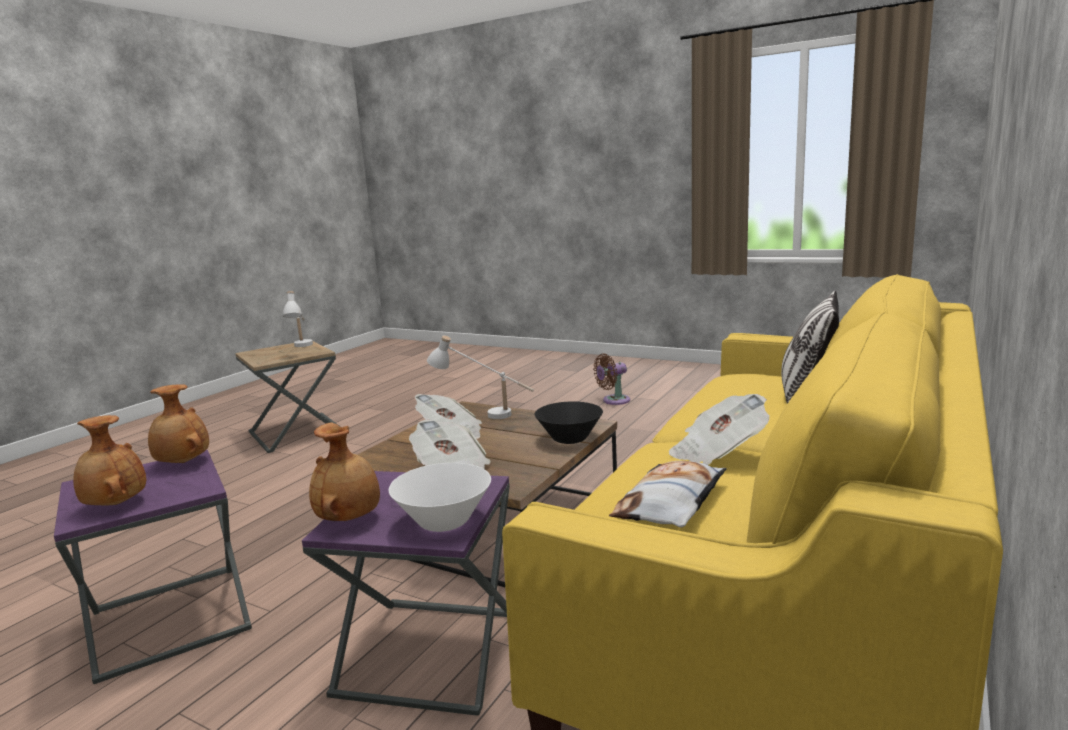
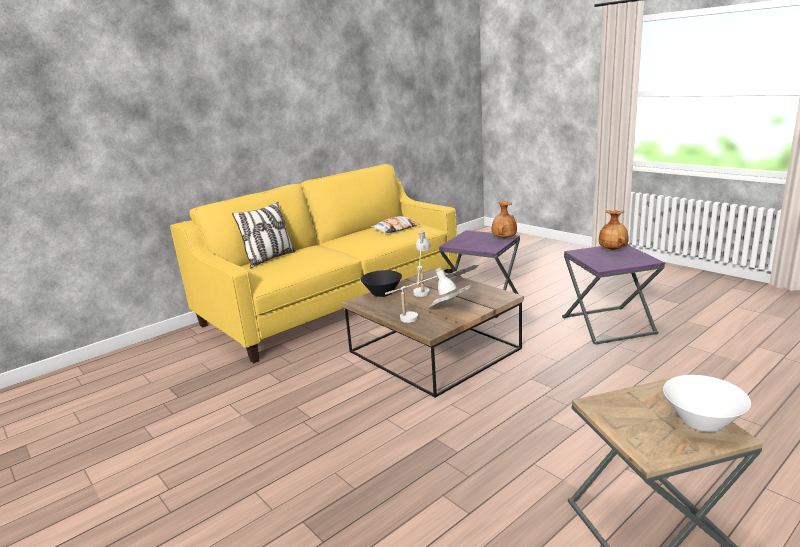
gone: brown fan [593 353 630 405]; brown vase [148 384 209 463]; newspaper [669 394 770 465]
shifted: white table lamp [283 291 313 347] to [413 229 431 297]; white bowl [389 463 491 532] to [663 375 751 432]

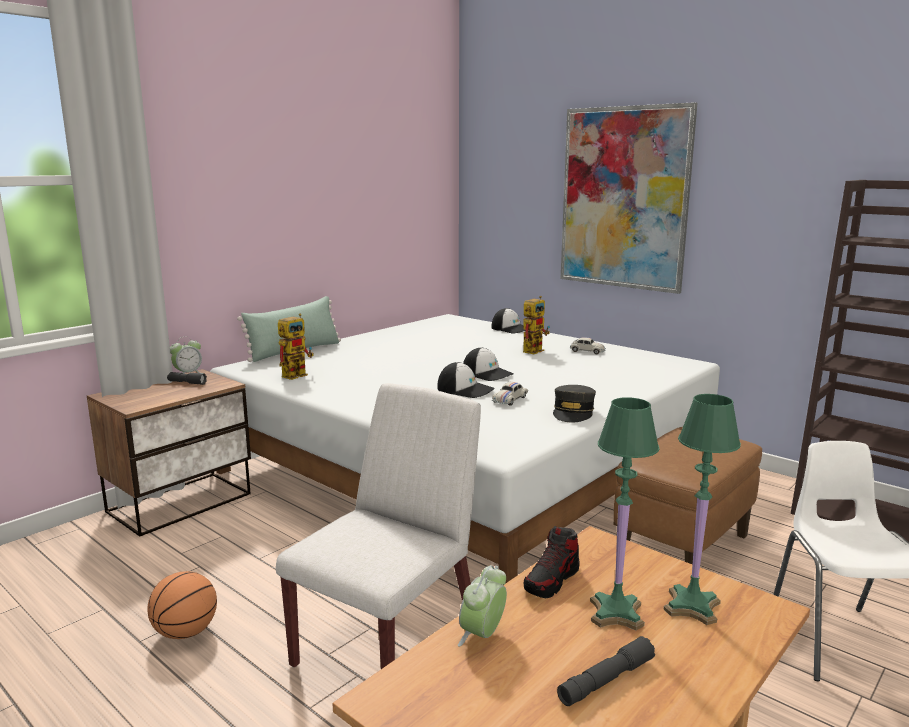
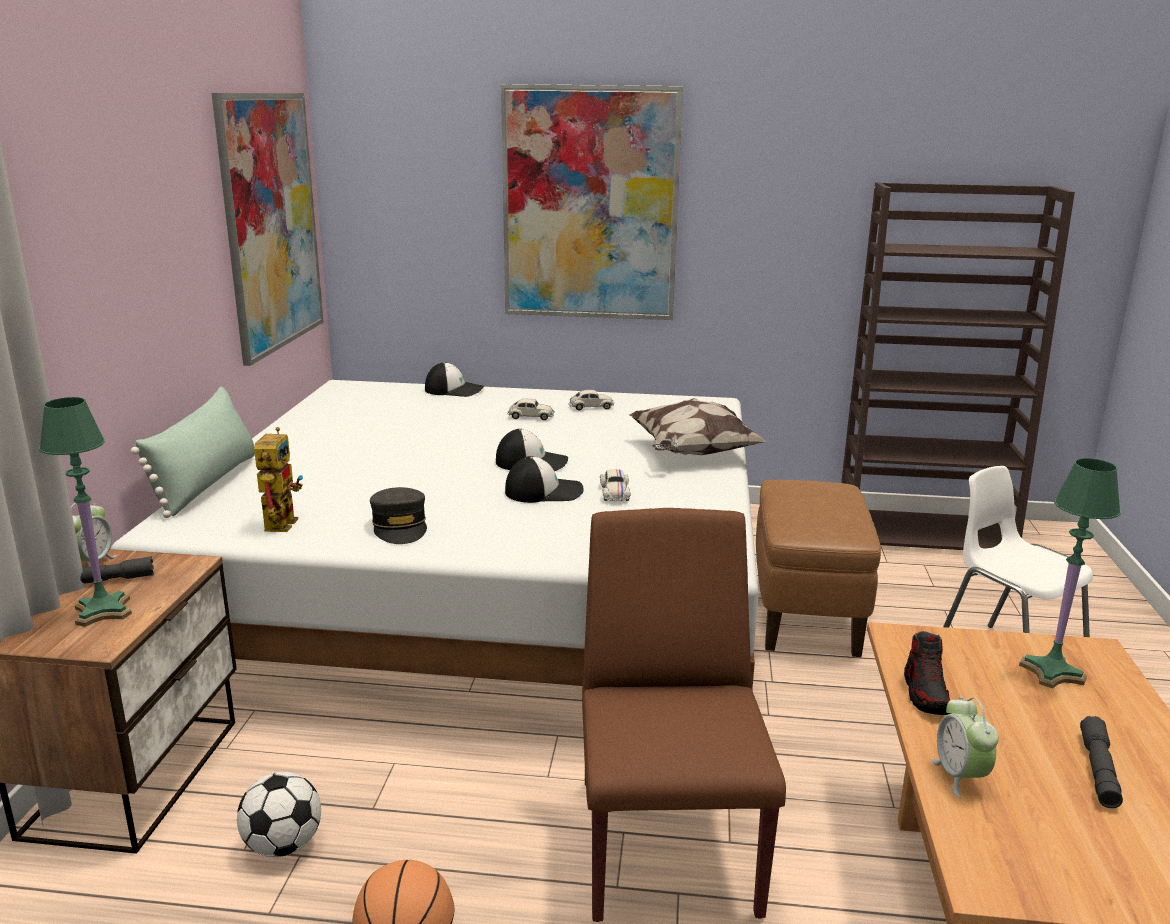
new: picture [212 93 323 366]; pillow [629 398 768 455]; football [237 772 321 857]
shifted: grey cap [553 385 596 422] to [370 487 427 544]; green table lamp [590 397 659 631] to [39 397 132 627]
swapped: toy robot [523 296 550 354] to white toy car [507 399 555 420]
repainted: white chair [276 383 481 669] to brown chair [582 508 786 922]

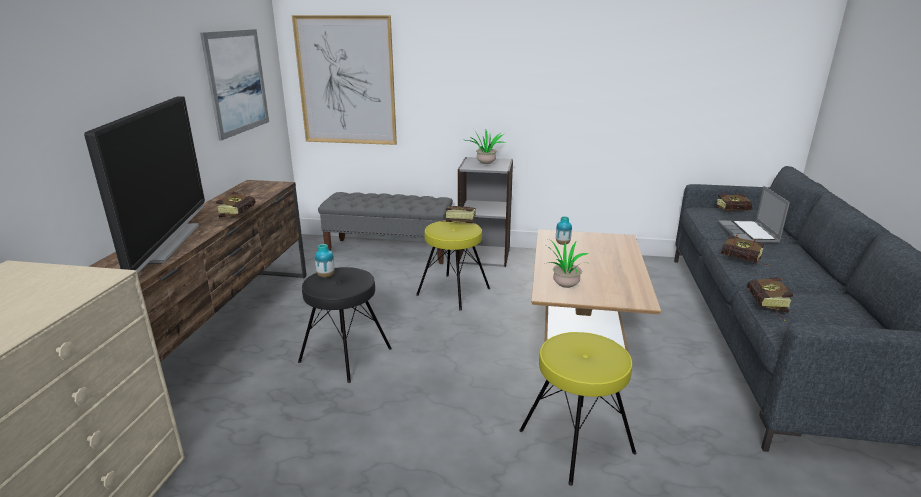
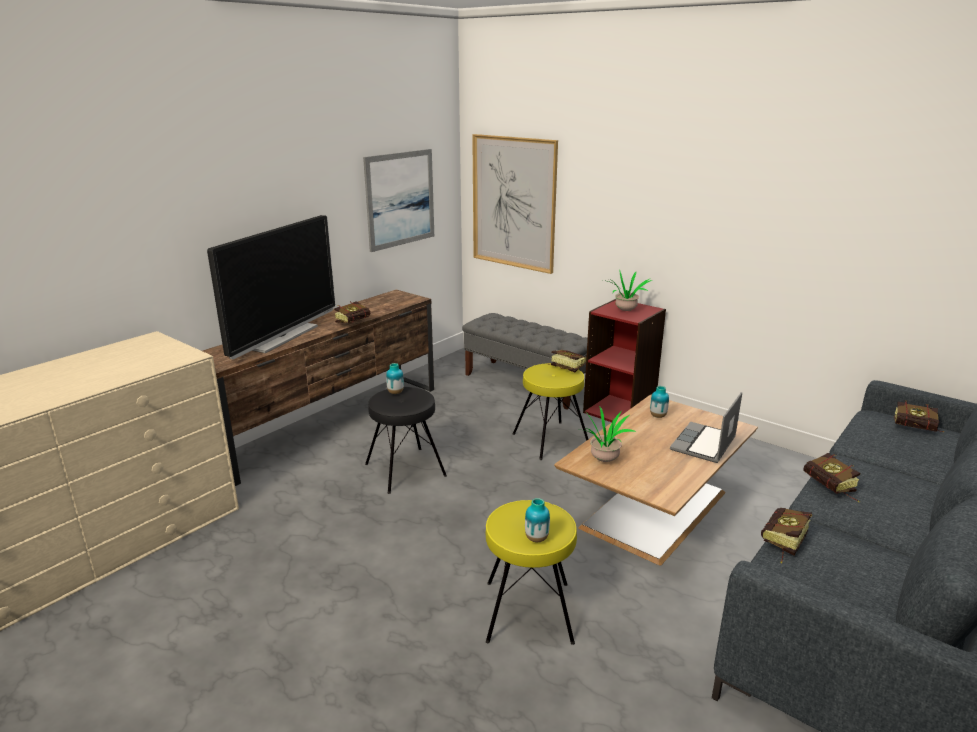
new: vase [525 498 550 542]
shifted: laptop [718 186 790 243] to [670 392 742 463]
repainted: grey bookcase [458 157 513 267] to red bookcase [583 299 666 422]

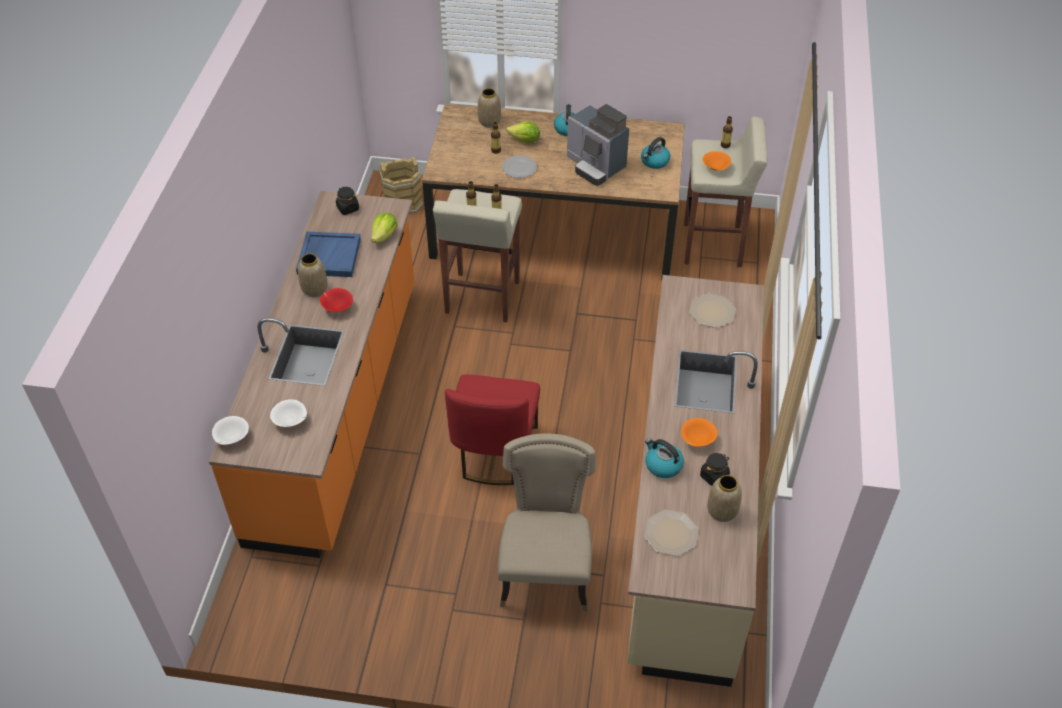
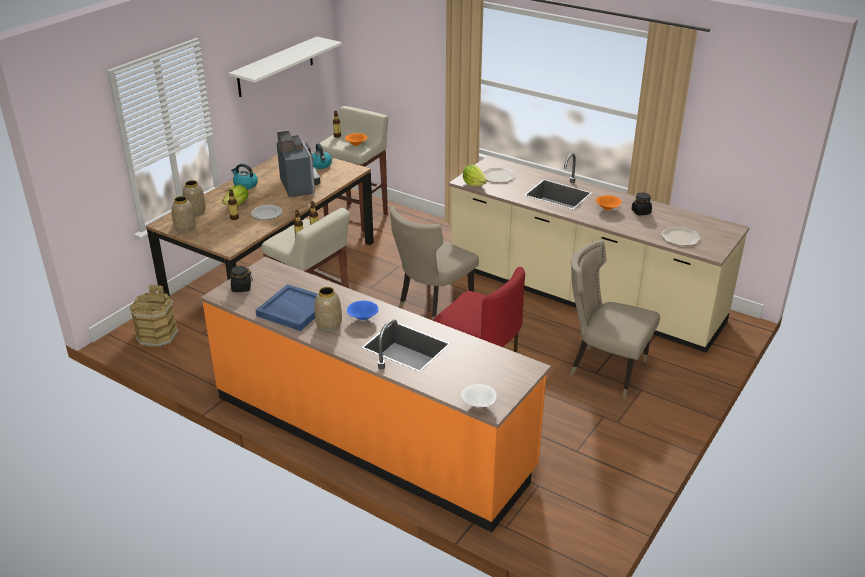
gone: white bowl [270 399 307 427]; kettle [645 438 684 478]
new: white shelf [229 36 342 97]; beige chair [390 206 479 320]
shifted: lettuce [371 213 397 243] to [463 165 487 187]; vase [707 475 742 522] to [171 196 196 233]
repainted: red bowl [320 288 353 312] to blue bowl [347 301 379 321]
rotated: coffee machine [567 104 629 186] = [277 131 320 197] 90 degrees counterclockwise

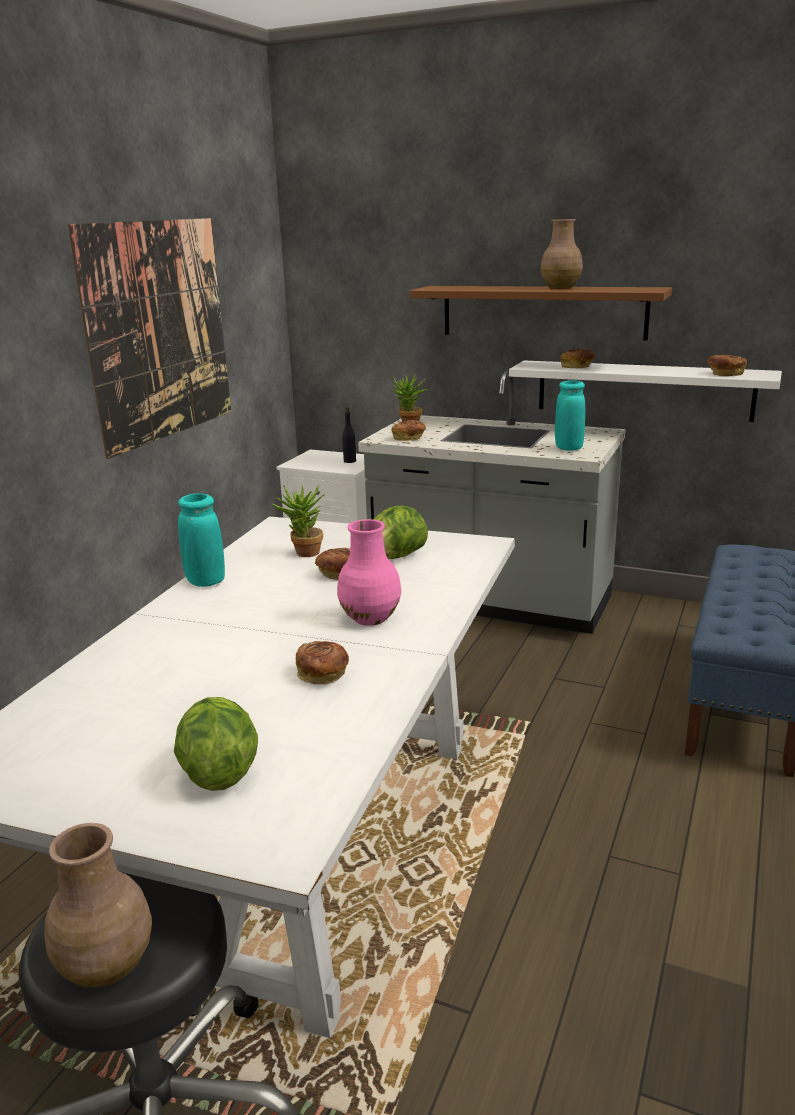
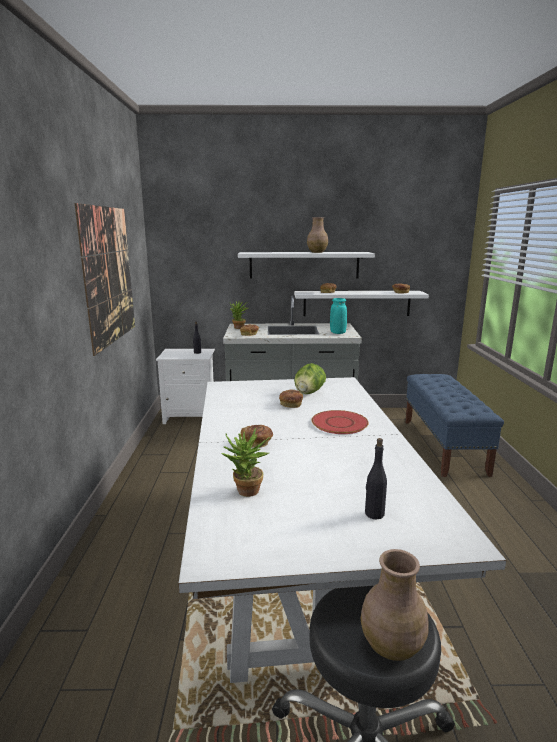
gone: turquoise vase [178 493 225 587]
shifted: potted plant [272 485 326 557] to [221 428 271 497]; bread [296 641 349 684] to [241 425 273 448]
swapped: pink vase [337 519 401 626] to red plate [312 410 369 434]; lettuce [174 697 258 791] to black bottle [365 438 387 519]
repainted: brown shelf [409 286 672 341] to white shelf [238 252 375 279]

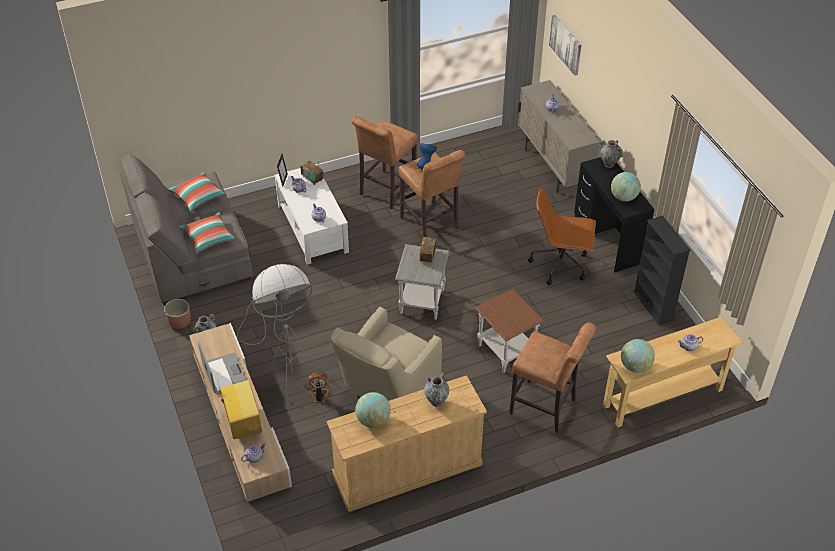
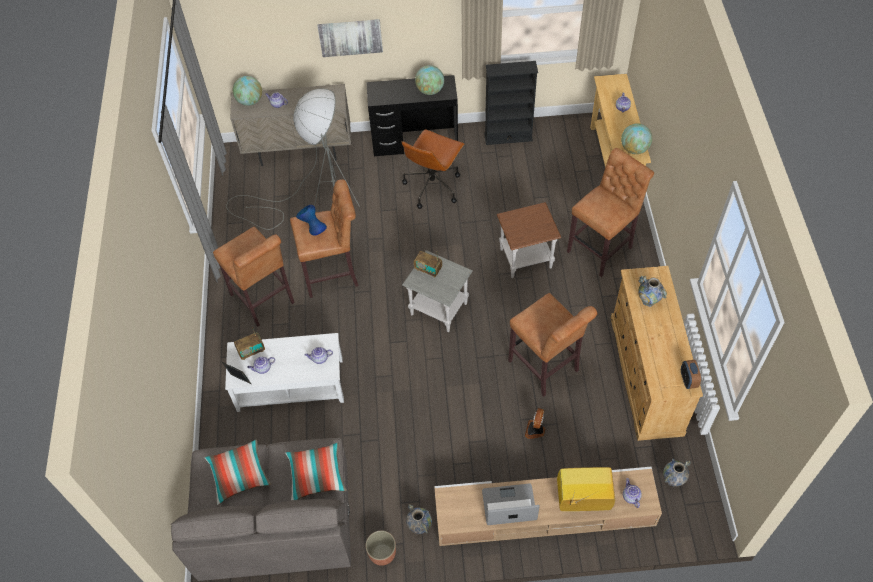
new: alarm clock [681 360 701 389]
shifted: picture [549 15 581 76] to [317 19 383 57]; vase [599 140 623 168] to [663 459 691 486]; grey floor lamp [237 264 320 402] to [226 89 360 230]; globe [355 392 391 428] to [233 76 262 106]
swapped: beige armchair [330 307 442 401] to brown stool [508 293 598 397]

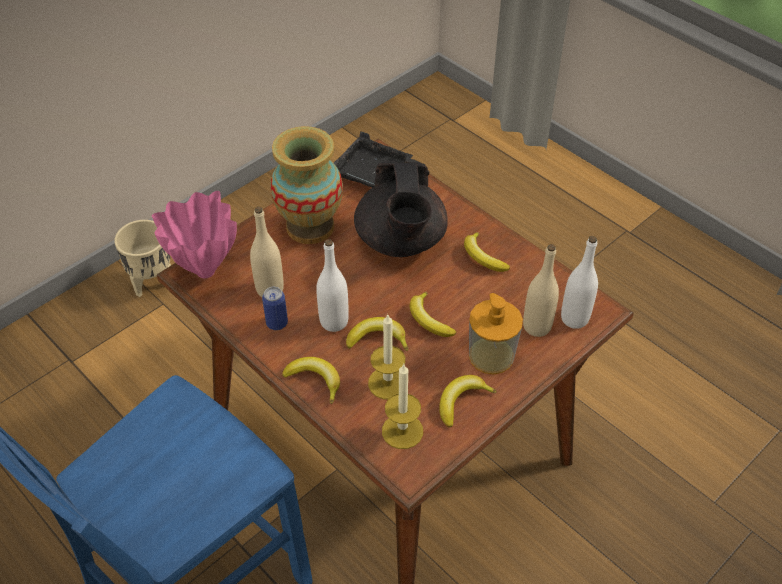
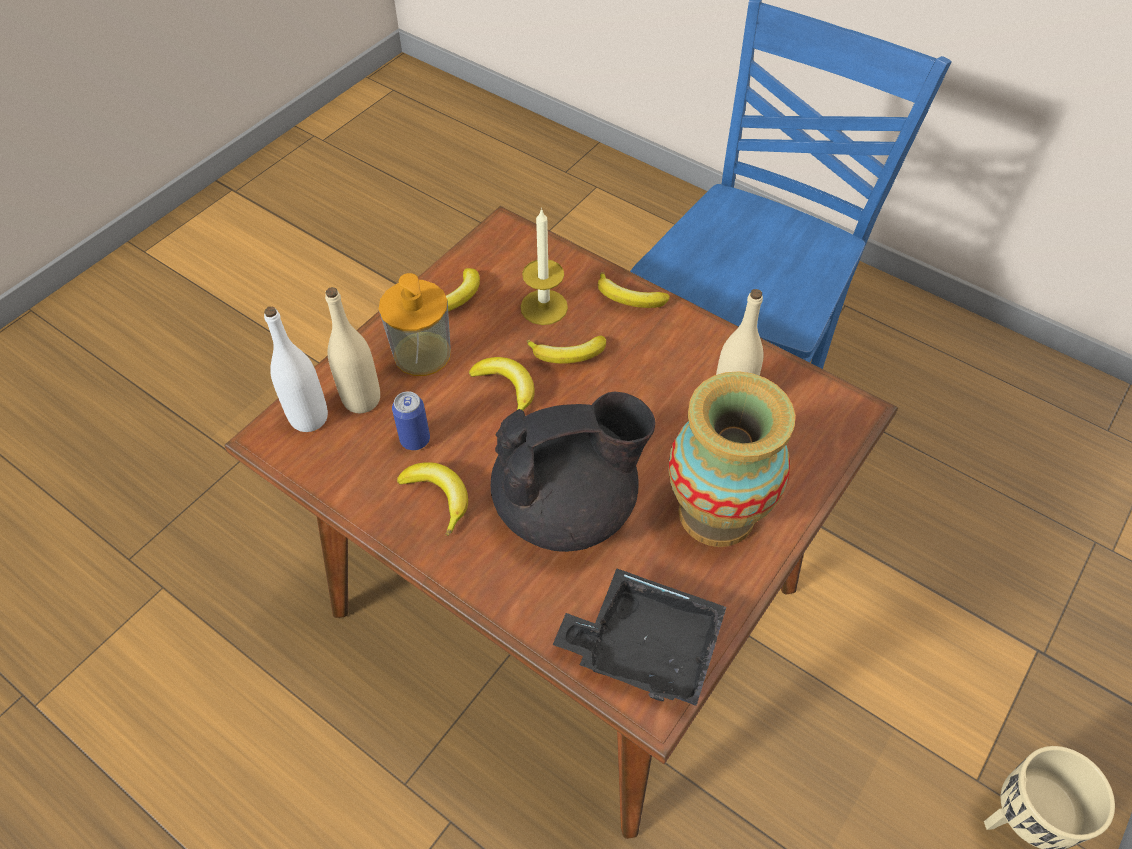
gone: pink vase [152 191 237 278]; white bottle [316 239 349 332]; candle [382 364 423 449]
shifted: can [262 287 288 330] to [392 391 430 450]
rotated: black teapot [354 160 448 257] = [491 392 656 552] 90 degrees clockwise

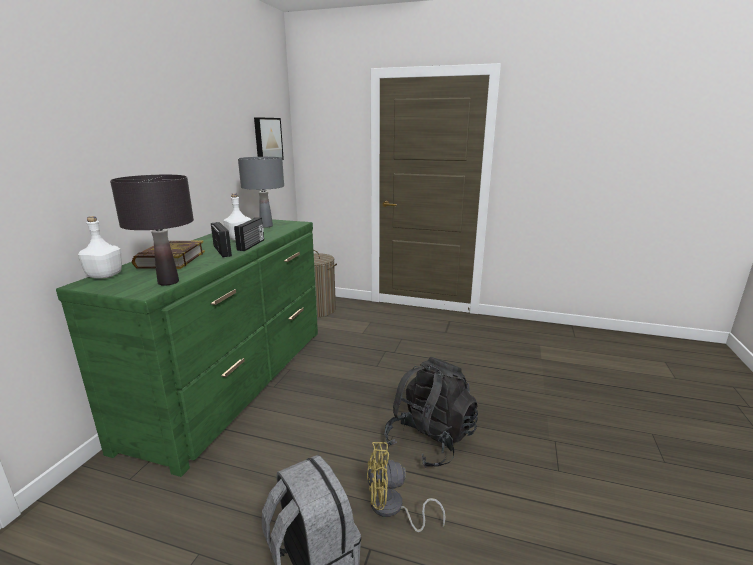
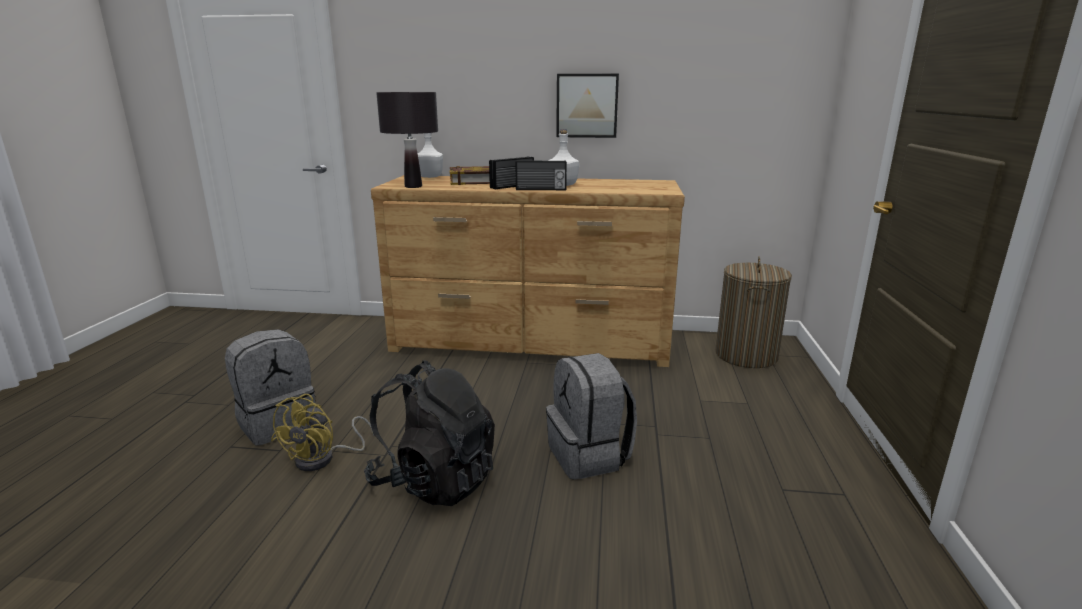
gone: grey table lamp [238 157 284 228]
new: grey backpack [546 353 637 480]
shifted: picture [254 117 284 160] to [556 74 619 138]
repainted: green dresser [56 218 318 477] to brown dresser [371 175 685 367]
rotated: yellow fan [367 442 446 532] = [271 394 374 471] 150 degrees counterclockwise

